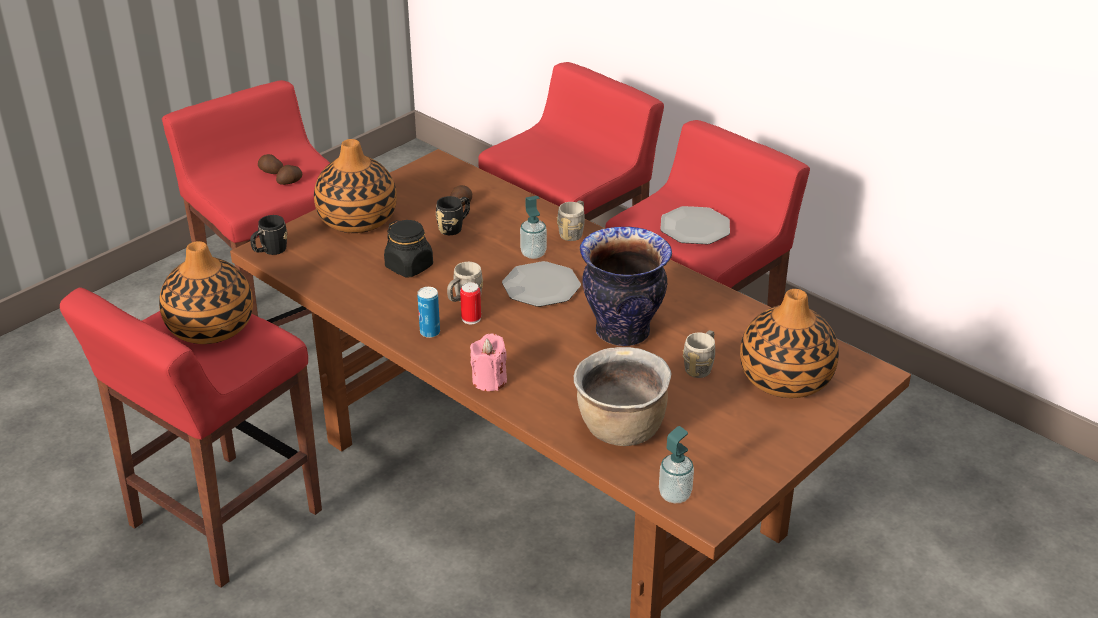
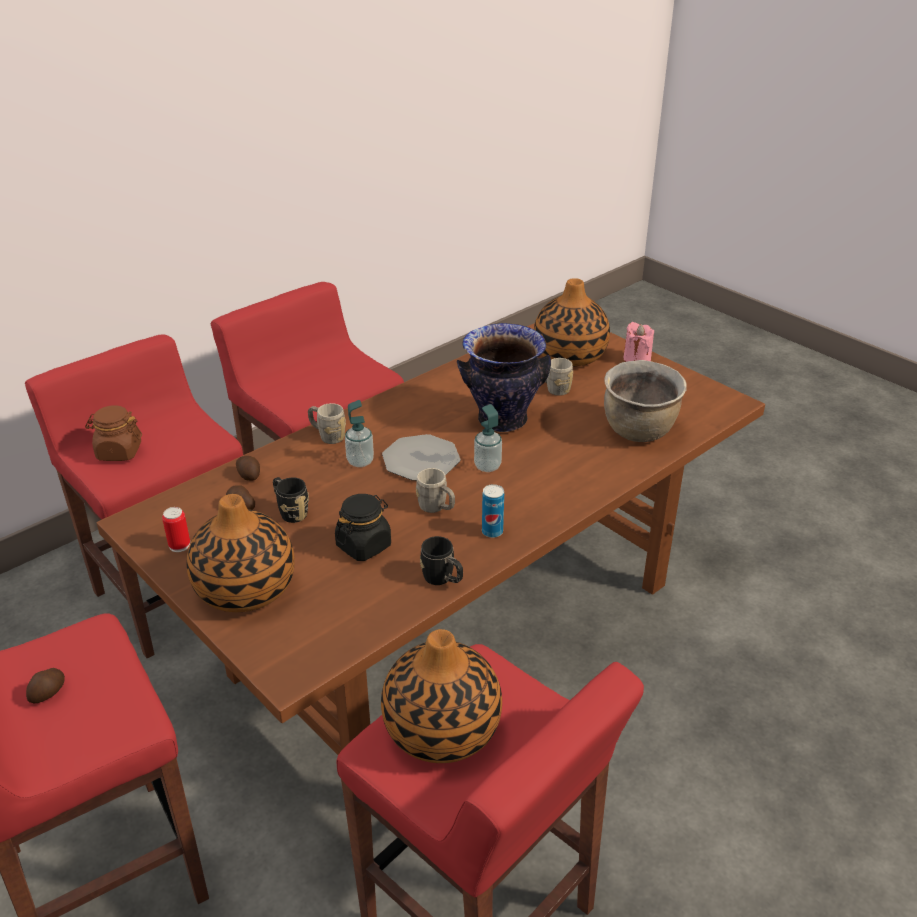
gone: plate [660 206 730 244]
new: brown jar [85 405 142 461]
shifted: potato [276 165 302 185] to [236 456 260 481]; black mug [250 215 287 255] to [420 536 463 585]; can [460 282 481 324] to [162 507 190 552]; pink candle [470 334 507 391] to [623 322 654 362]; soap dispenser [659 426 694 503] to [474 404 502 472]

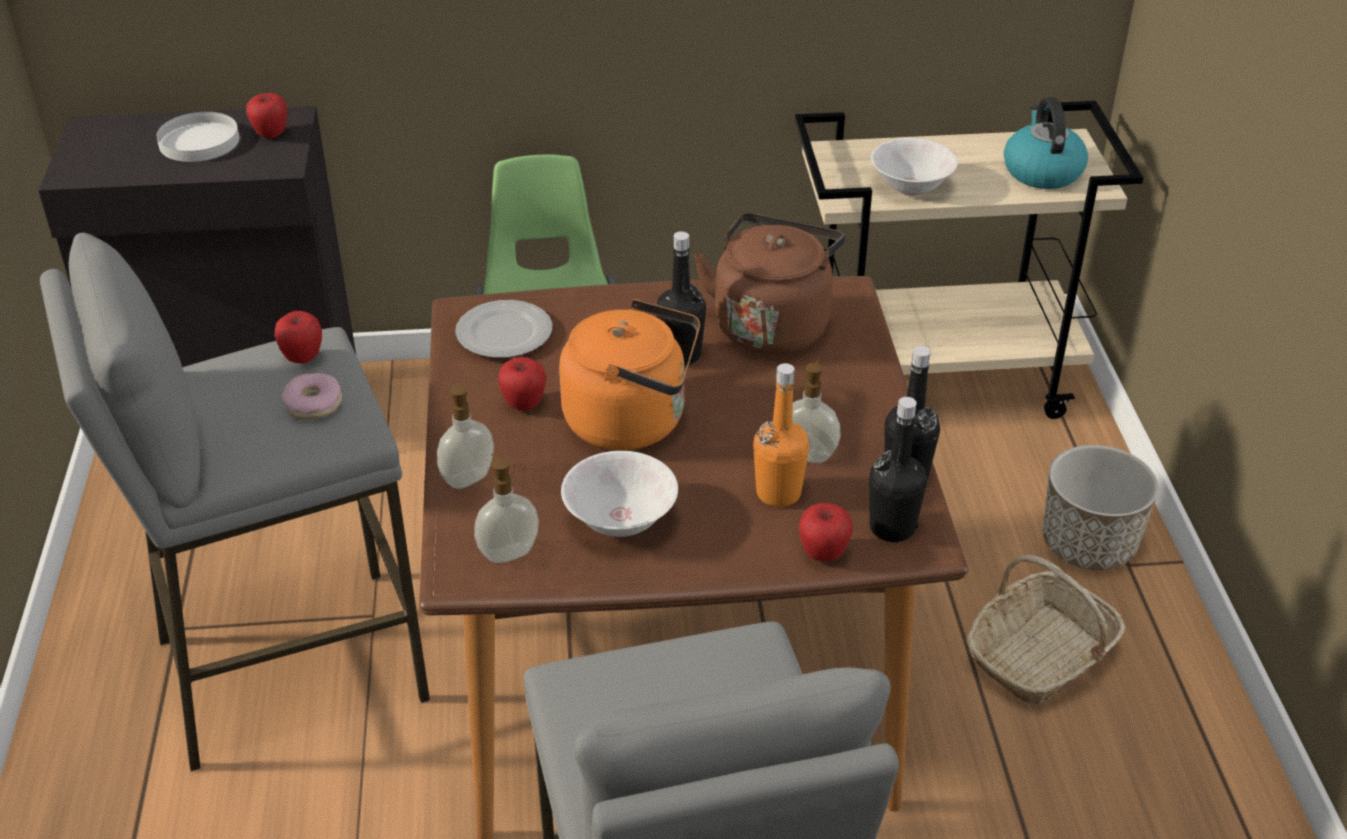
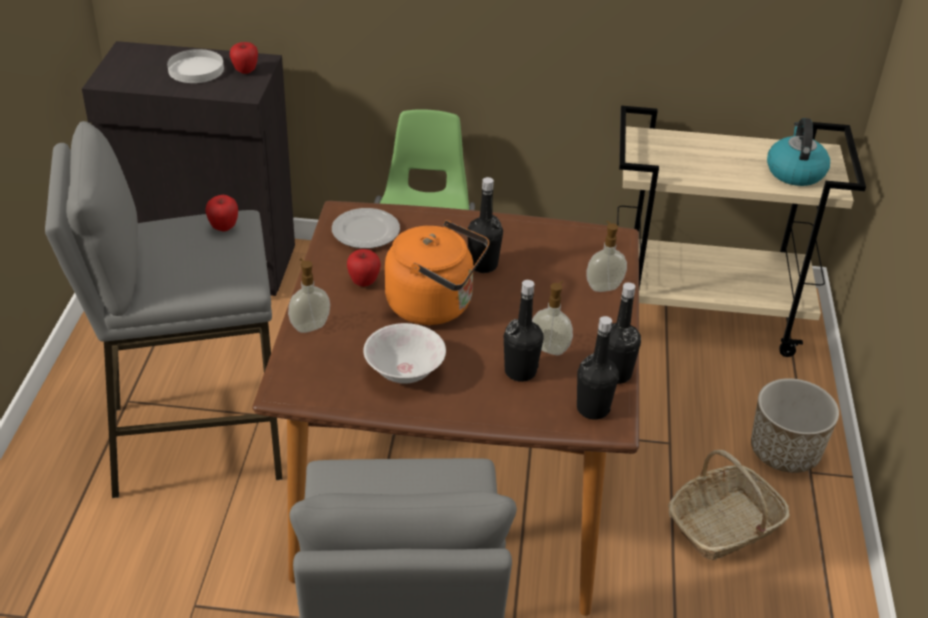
gone: white bowl [871 138 958 195]; brown kettle [694 213 845 355]; donut [282 373 342 419]; apple [799 503 853 561]
shifted: soap dispenser [474 453 539 563] to [586 221 627 292]
repainted: orange bottle [753 363 809 507] to black bottle [504 280 543 382]

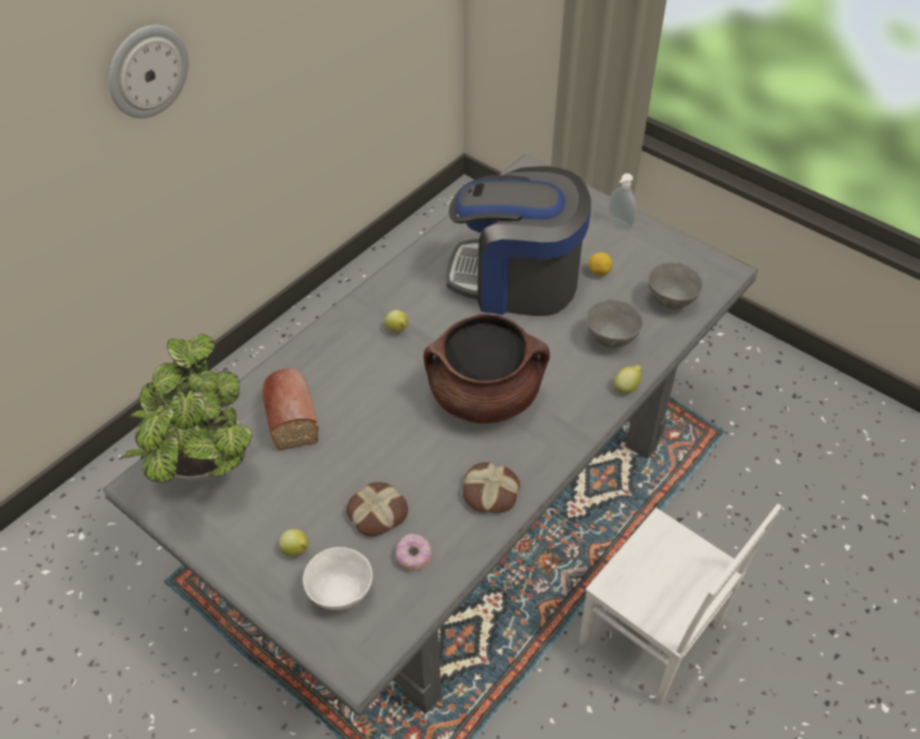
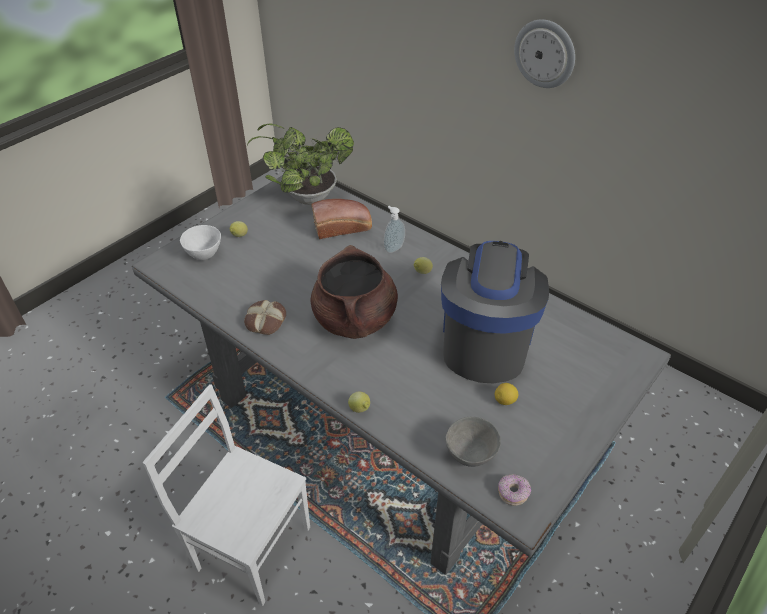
gone: grey bowl [586 299 643 348]; bread [346 482 408 536]
shifted: soap dispenser [608 173 637 229] to [384 206 405 253]; donut [396 534 432 571] to [498 474 531 505]
rotated: white chair [579 504 781 705] = [143 384 310 606] 75 degrees clockwise

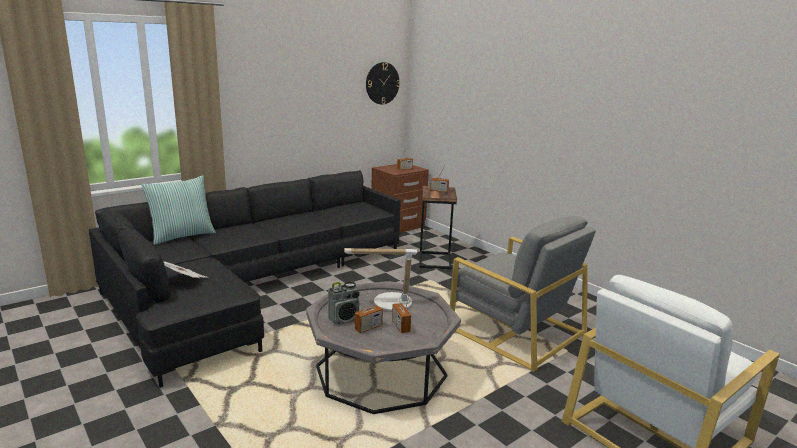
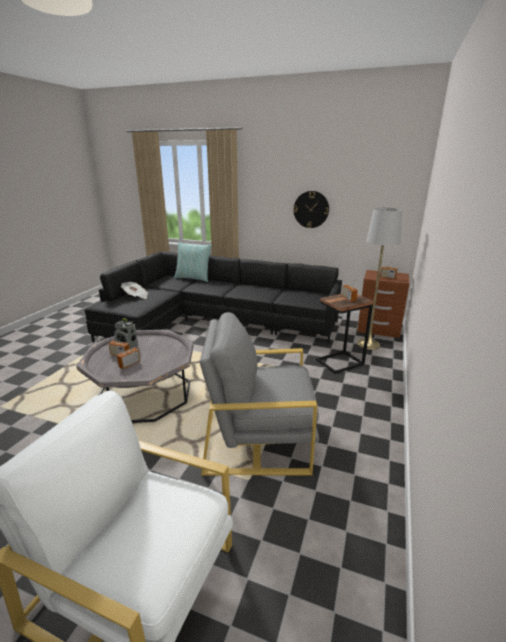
gone: table lamp [344 248 417 311]
new: grey floor lamp [357 208 402 350]
shifted: wall clock [366 62 400 105] to [294 191 329 228]
rotated: grey armchair [450 216 596 372] = [199 312 319 475] 75 degrees clockwise

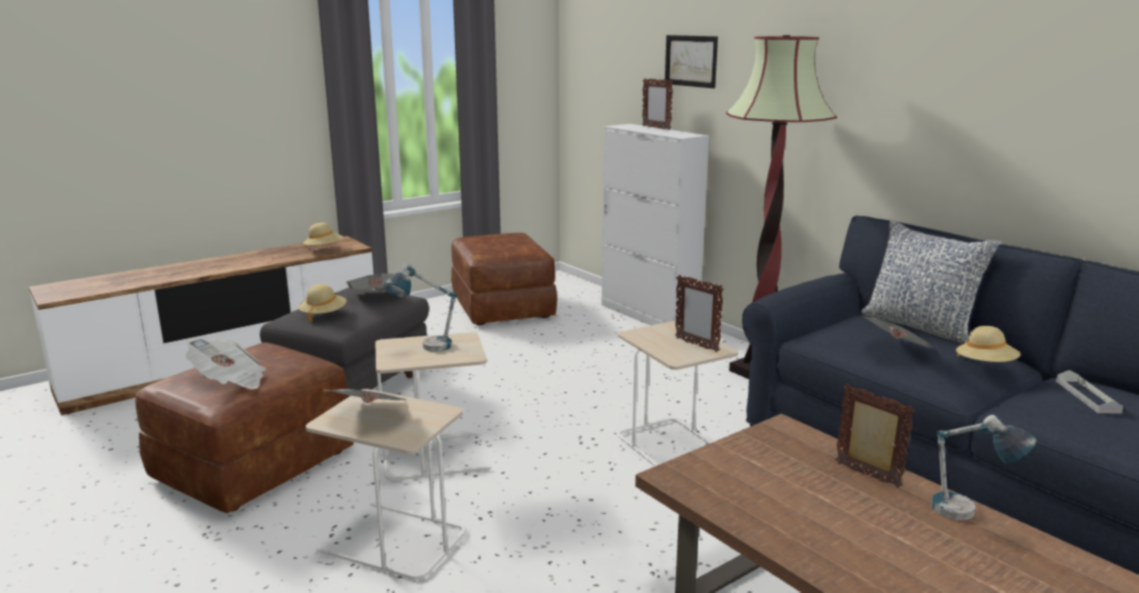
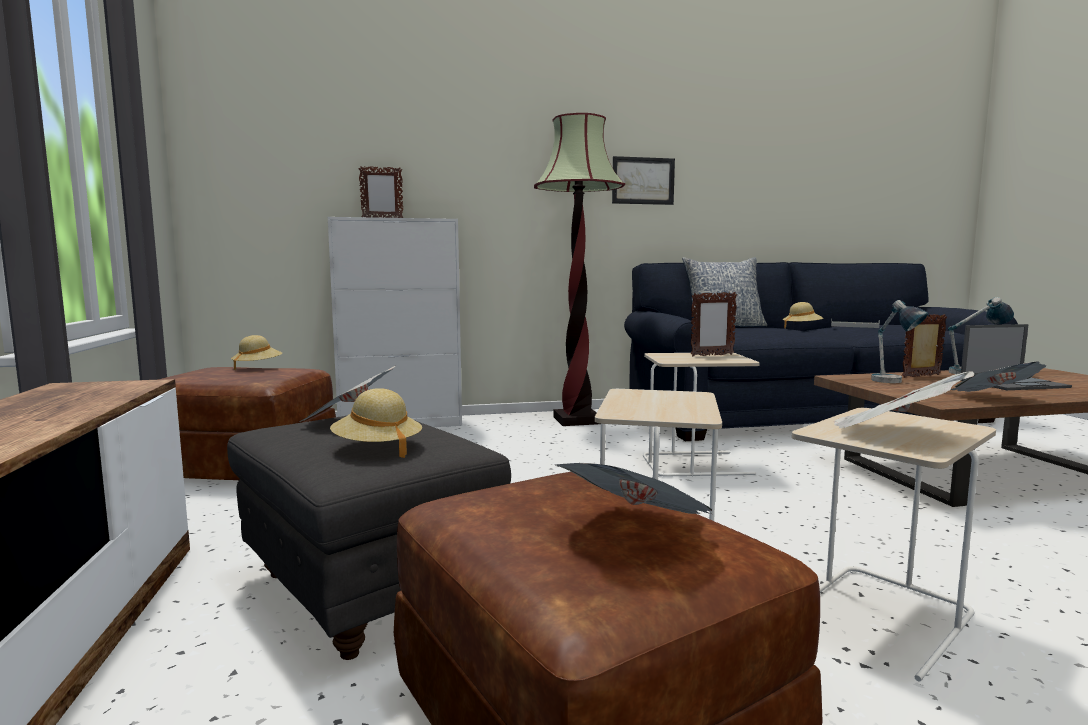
new: laptop [960 324 1072 390]
shifted: picture [665 35 718 88] to [612 156 675 205]; beige hat [303 223 343 248] to [231 335 282 371]; table lamp [384 264 457 352] to [871 300 928 383]; newspaper [863 317 933 347] to [951 361 1046 392]

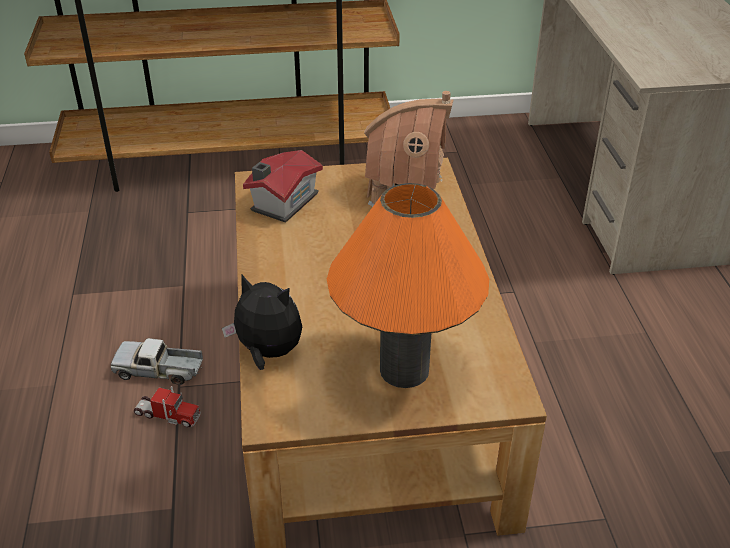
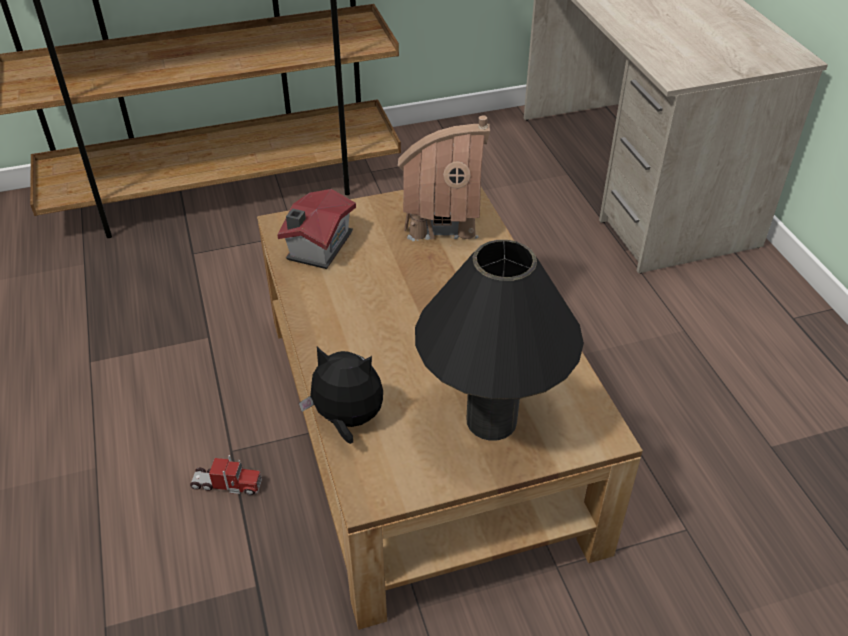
gone: toy truck [110 338 203 385]
repainted: orange table lamp [327 183 489 388] to black table lamp [415 240 584 441]

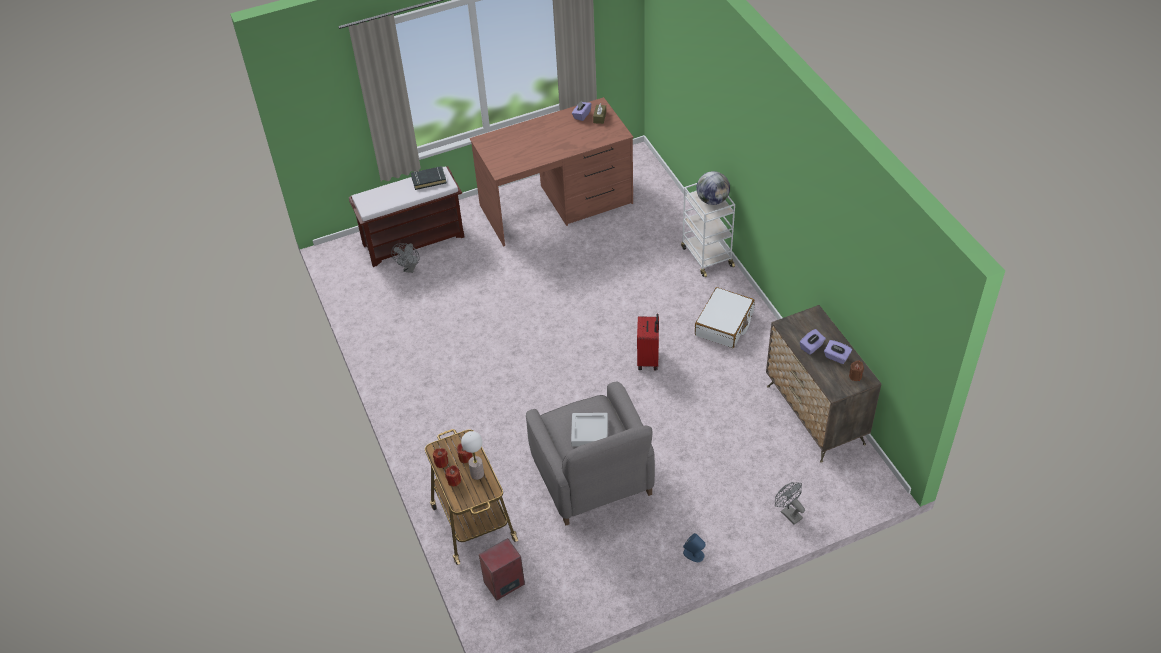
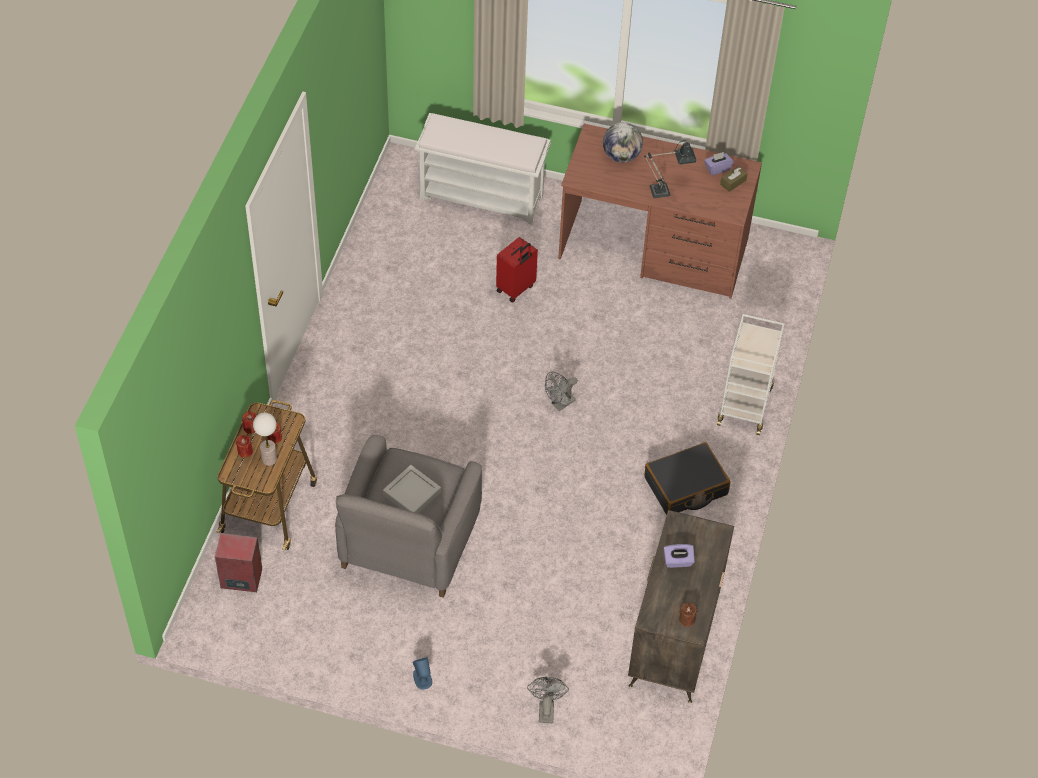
gone: black book [411 166 447 190]; purple tissue box [824 340 852 364]
new: table lamp [644 140 697 198]
shifted: globe [696 171 730 205] to [603 122 643 163]; grey fan [391 243 419 273] to [545 371 578 411]; red suitcase [637 314 659 371] to [496 237 538 303]
repainted: brown bench [349 166 464 267] to white bench [415 113 551 224]; white suitcase [695 287 755 348] to black suitcase [644 442 730 515]

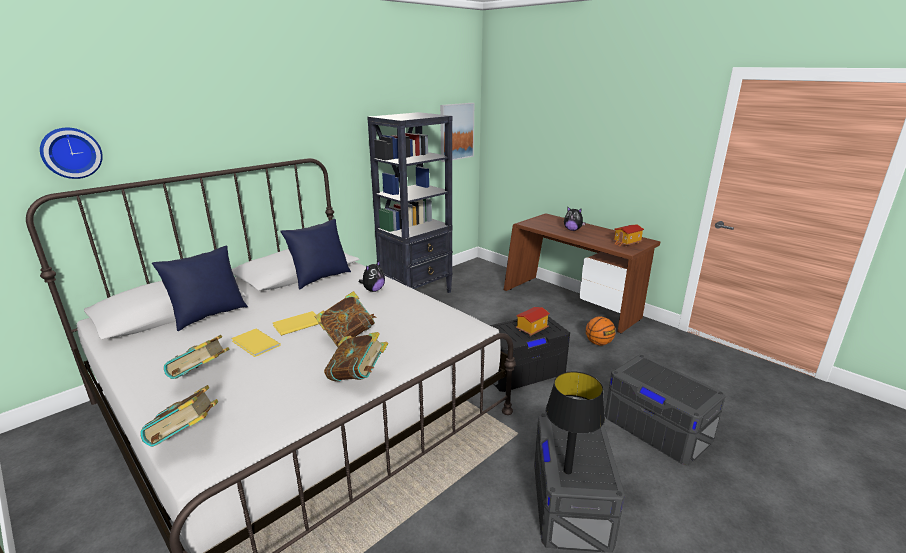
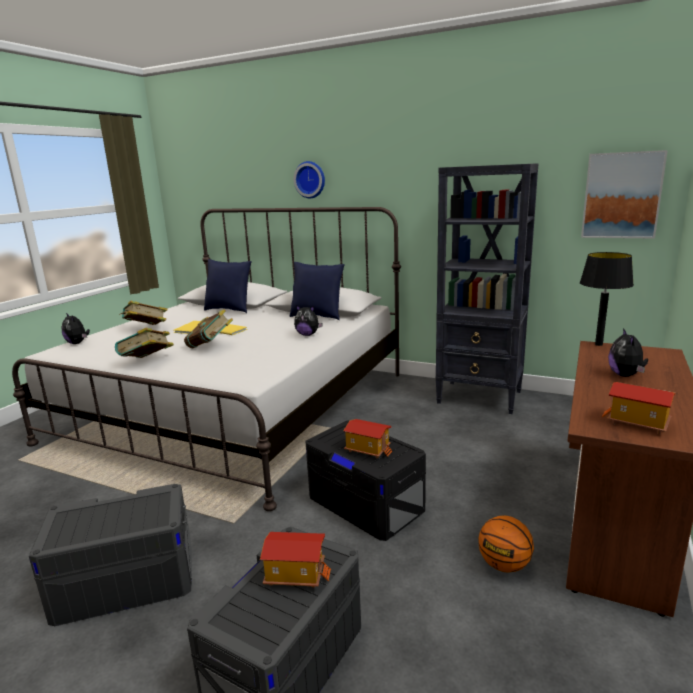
new: toy house [260 532 331 588]
shifted: wall clock [40 128 103 179] to [294 161 325 198]; black table lamp [546 372 605 474] to [580 252 634 346]
swapped: book [140 385 218 447] to plush toy [62 313 90 344]

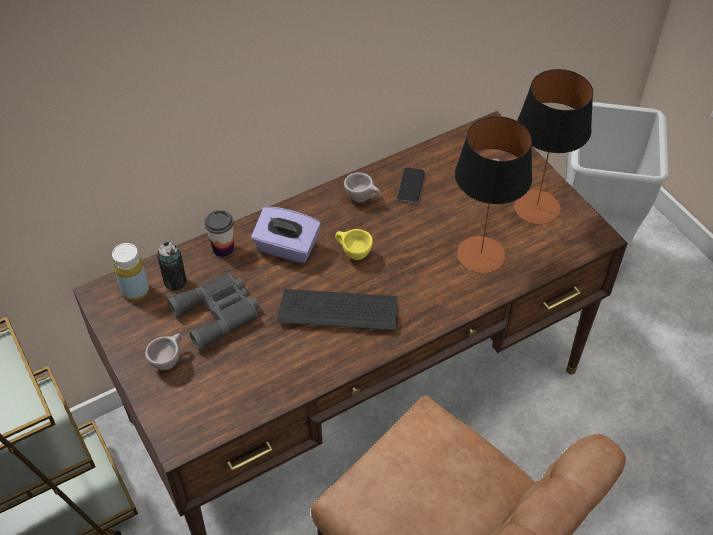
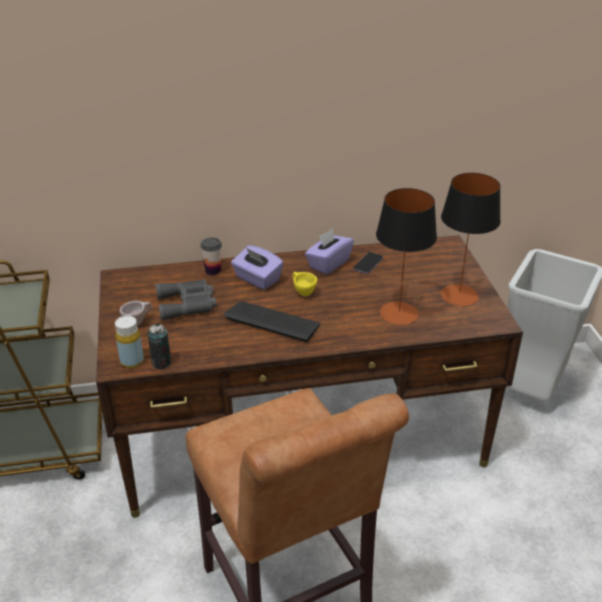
shifted: can [157 242 187 291] to [148 324 171 369]; yellow bottle [112 243 149 300] to [115 315 144 368]
swapped: beige cup [344 173 381 203] to purple tissue box [305 228 354 275]

